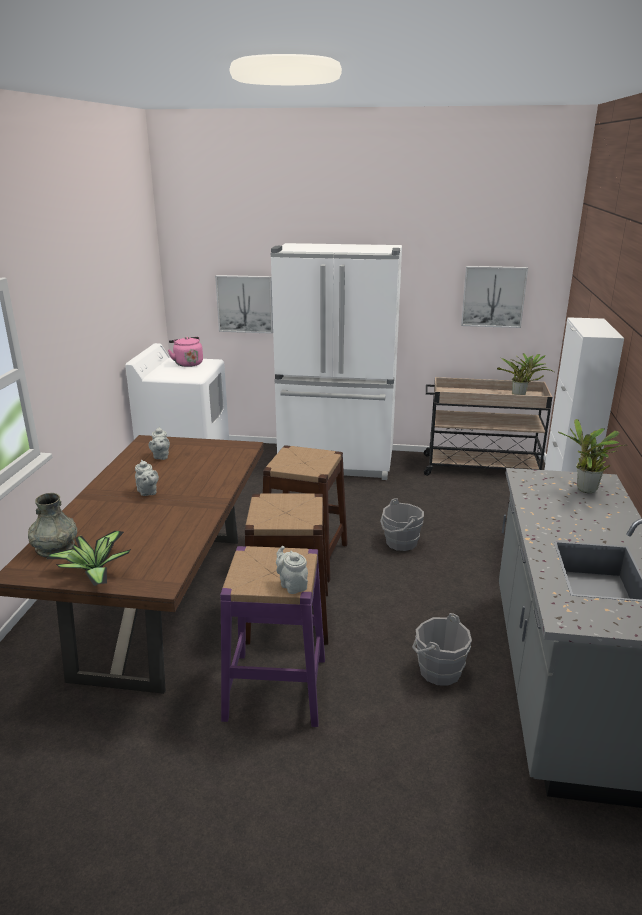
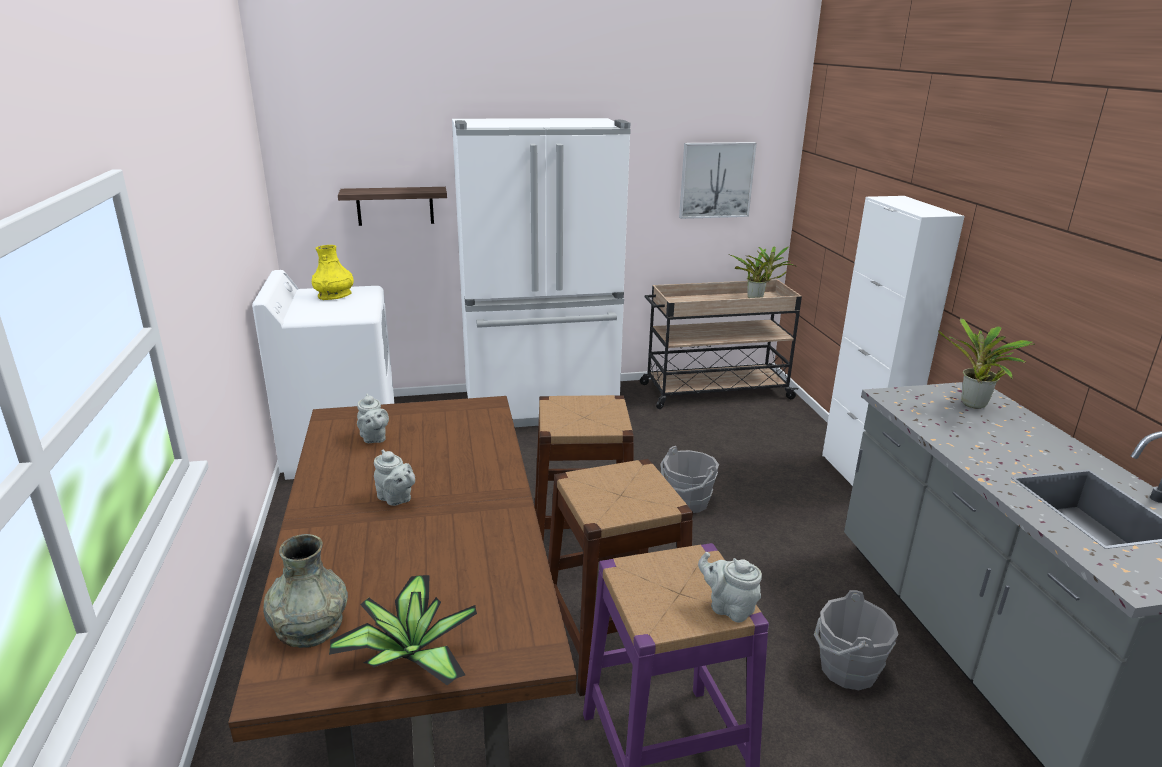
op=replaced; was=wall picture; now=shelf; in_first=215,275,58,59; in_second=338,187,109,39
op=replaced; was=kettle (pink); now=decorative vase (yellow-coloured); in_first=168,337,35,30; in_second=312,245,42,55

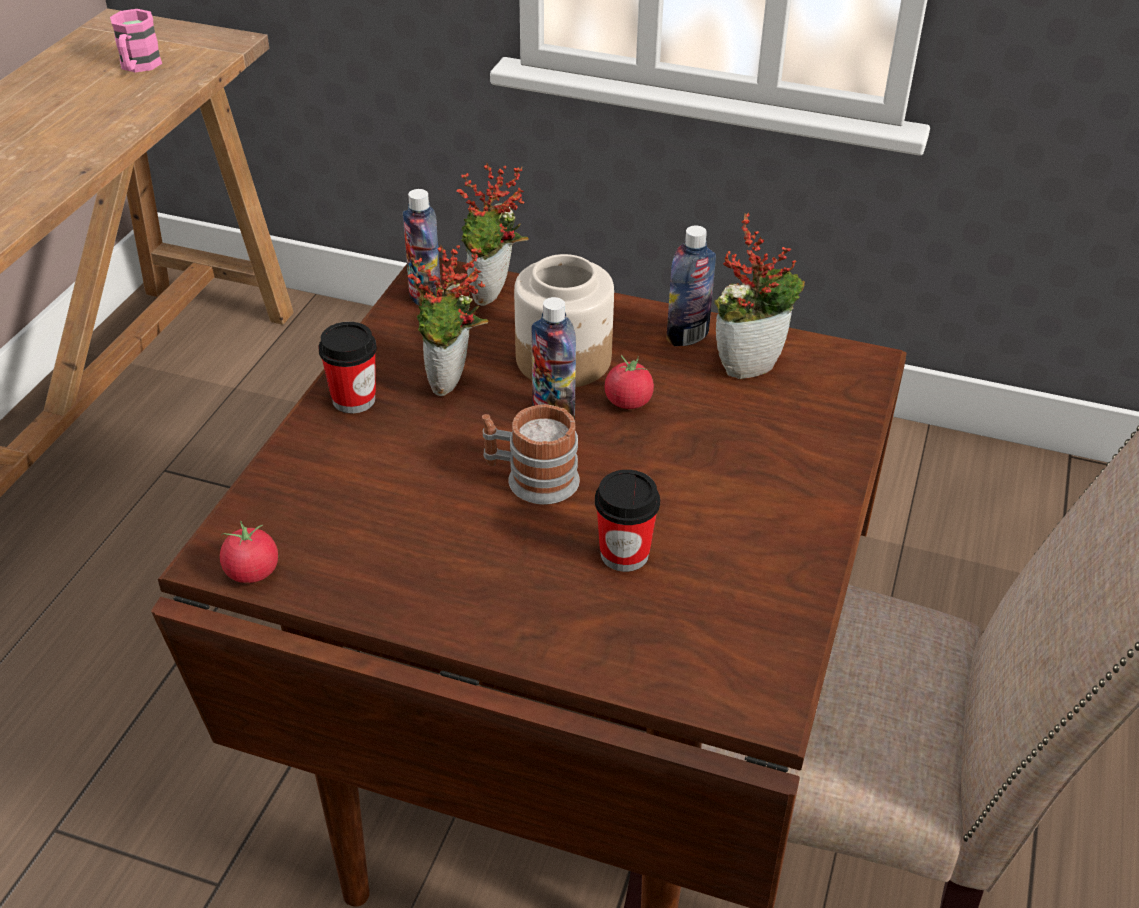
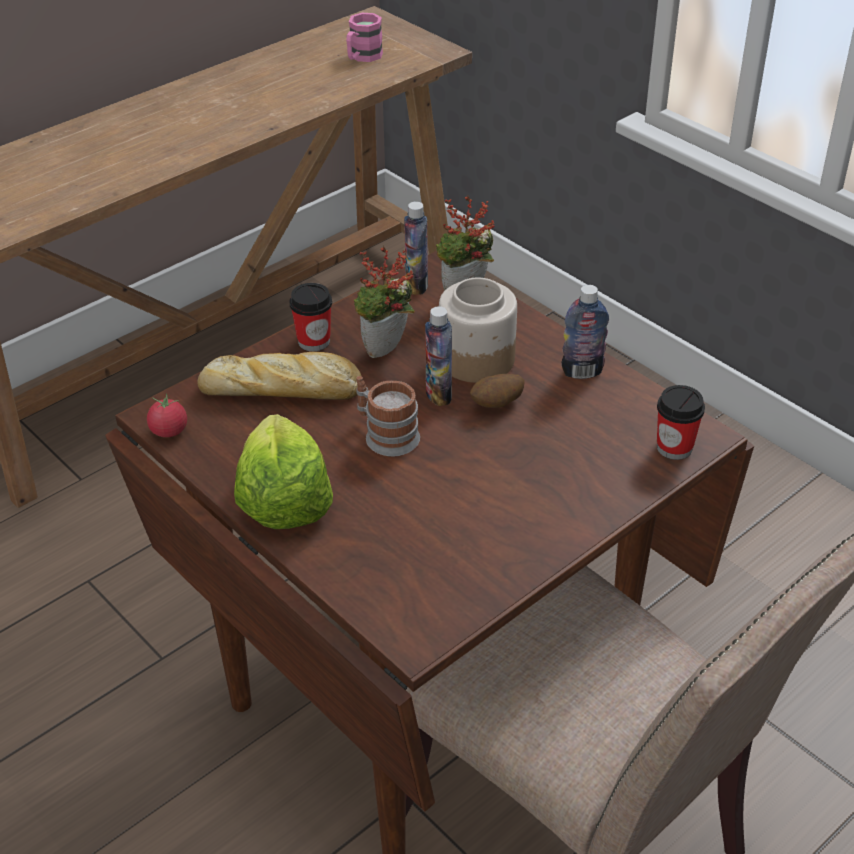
op=removed; was=plant in a pot; in_first=714,213,91,166
op=replaced; was=fresh tomato; now=spud; in_first=604,355,50,54; in_second=470,374,54,34
op=moved; was=cup; in_first=595,470,65,102; in_second=657,385,48,75
op=added; now=bread; in_second=197,352,164,48
op=added; now=lettuce head; in_second=234,414,99,115

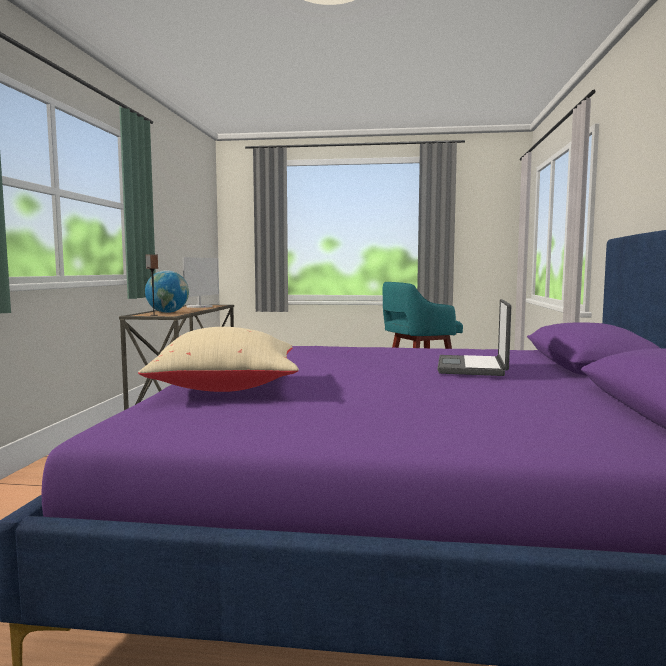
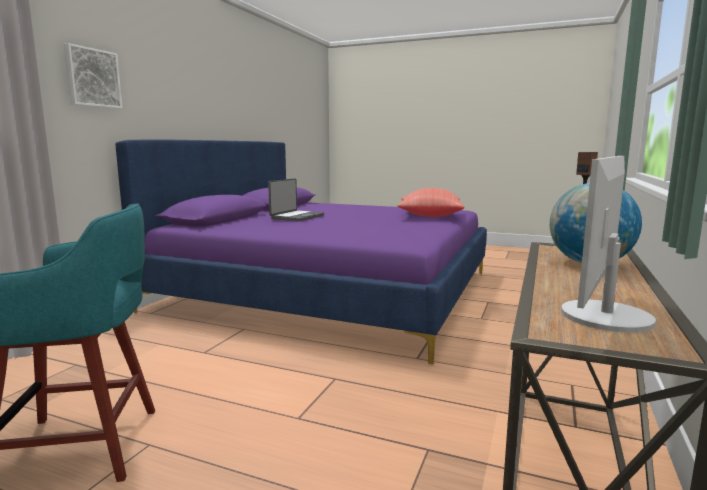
op=recoloured; was=throw pillow (beige-coloured); now=throw pillow (red); in_first=138,327,161,65; in_second=397,188,67,29
op=added; now=wall picture; in_second=64,43,58,66

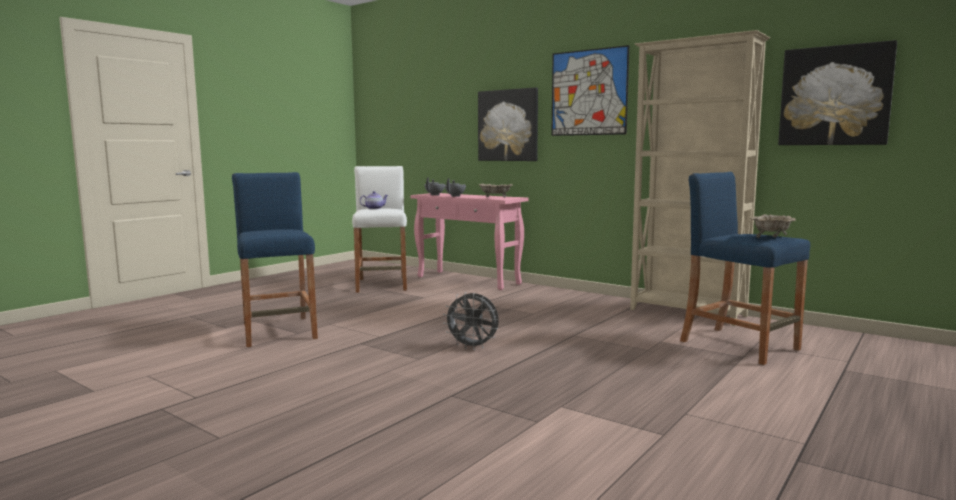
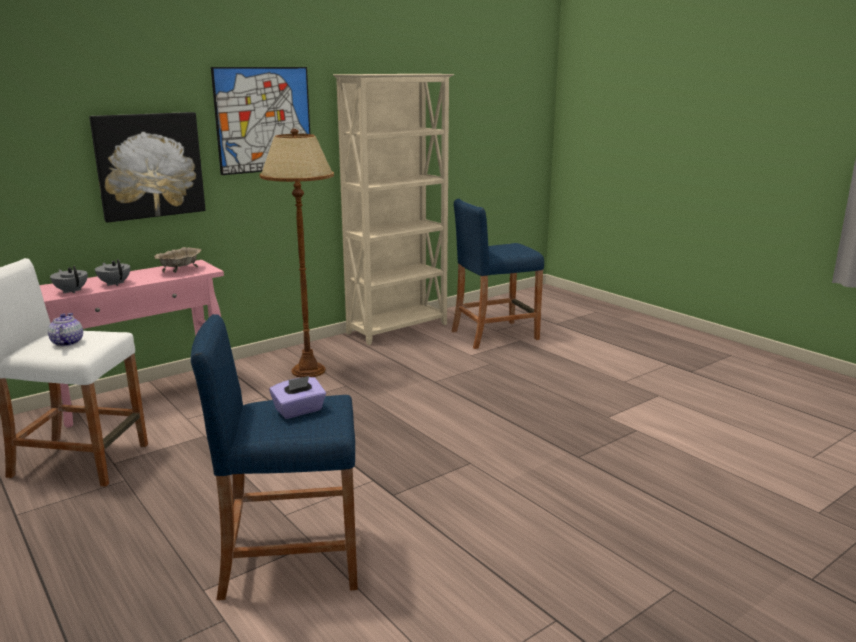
op=removed; was=wall picture; in_first=778,40,119,105
op=removed; was=serving bowl (beige-coloured); in_first=750,214,46,24
op=removed; was=cooling fan (grey); in_first=443,292,56,58
op=added; now=standing lamp (brown-coloured); in_second=259,129,75,248
op=added; now=box of tissues (purplish); in_second=270,376,56,43

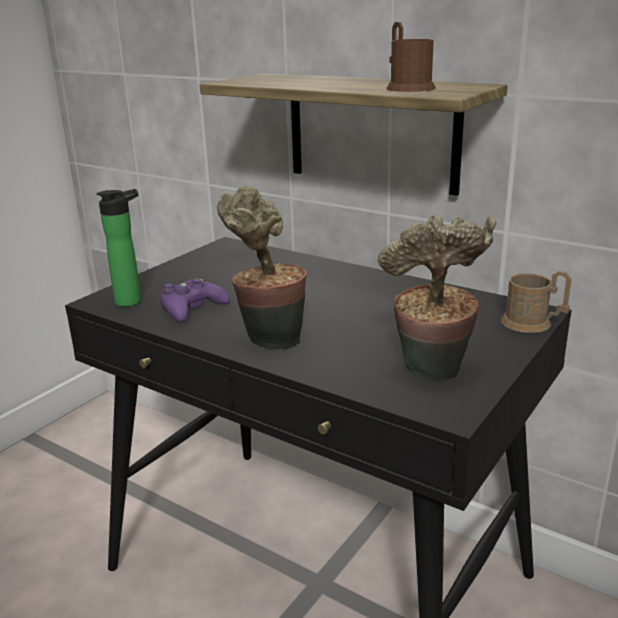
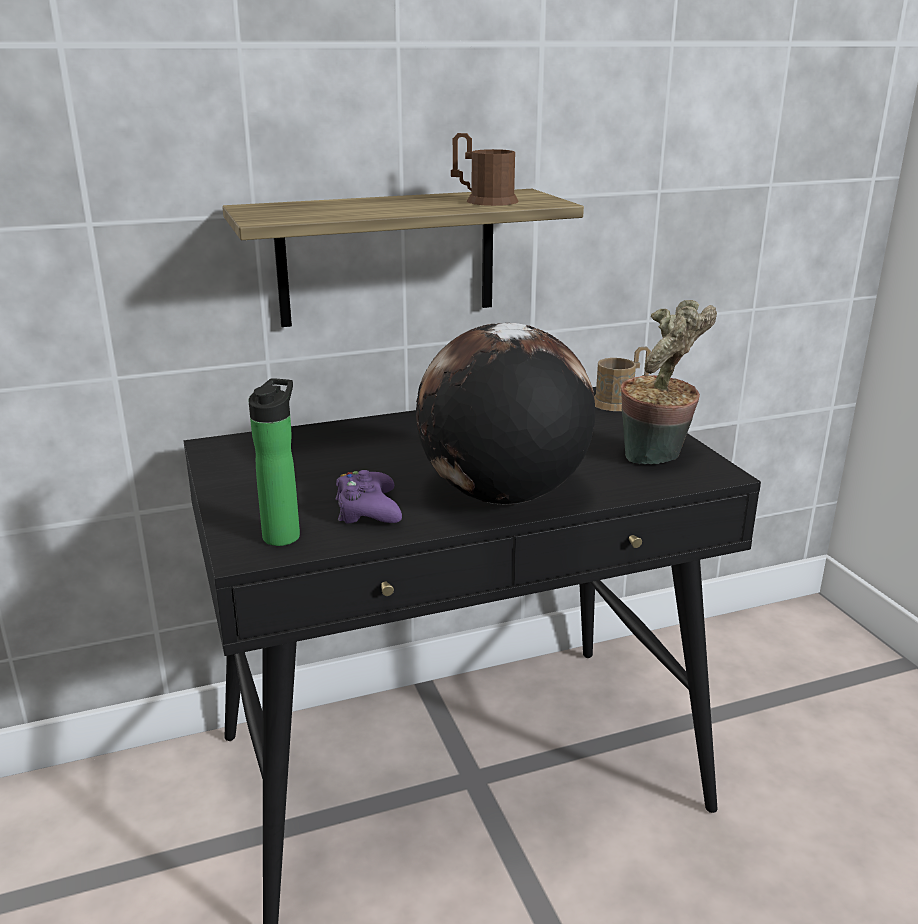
op=replaced; was=plant in a pot; now=world globe; in_first=217,186,90,164; in_second=416,323,179,182

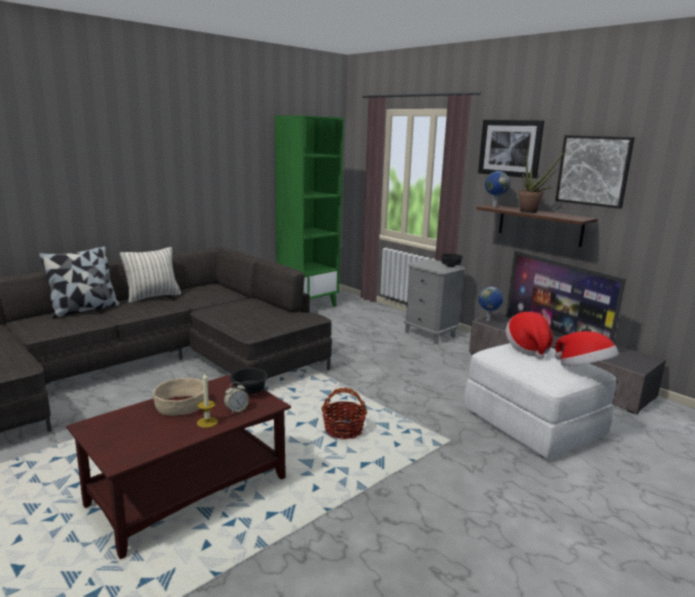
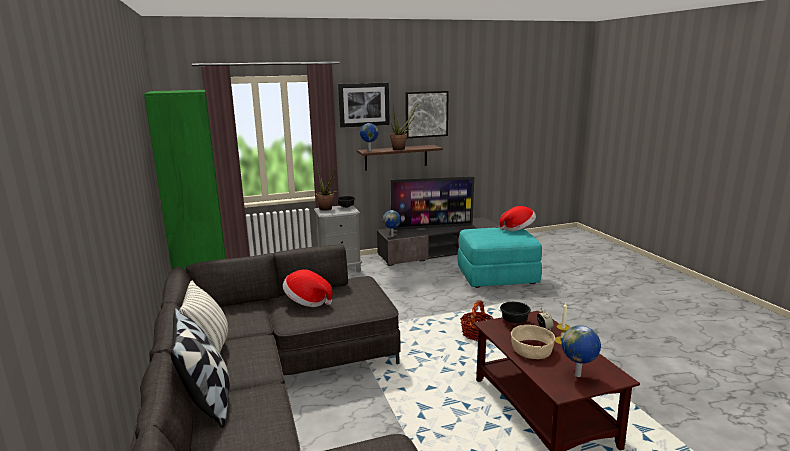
op=moved; was=clothing hat; in_first=506,312,47,47; in_second=283,269,49,38
op=recoloured; was=pouffe (white); now=pouffe (blue-green); in_first=465,343,151,116; in_second=457,227,85,61
op=added; now=plant in a pot; in_second=316,165,21,46
op=added; now=world globe; in_second=562,325,39,52

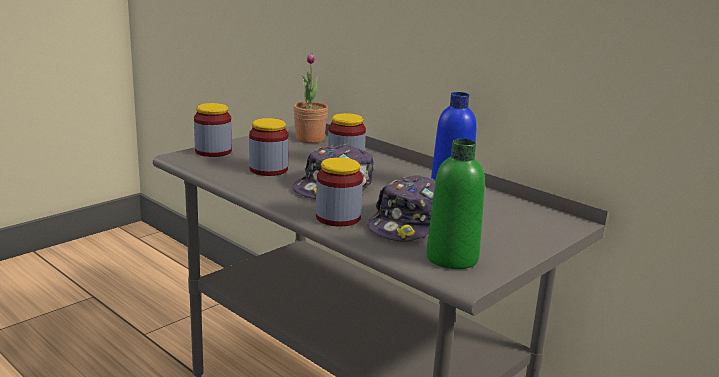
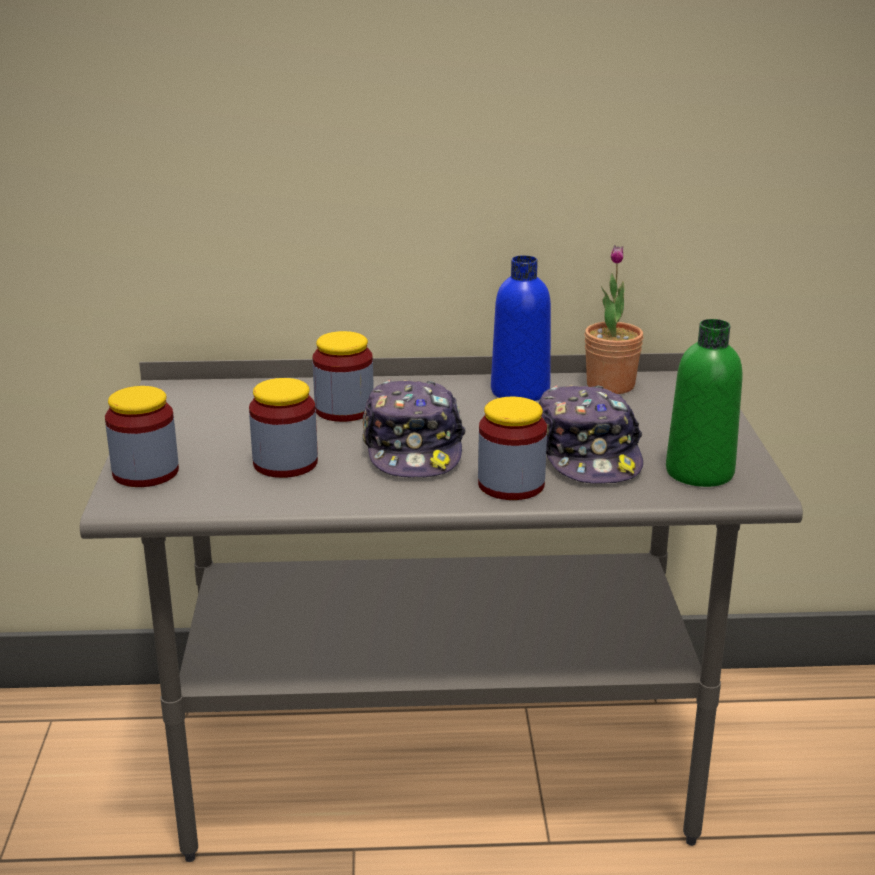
op=moved; was=plant in a pot; in_first=293,53,35,90; in_second=585,245,59,149

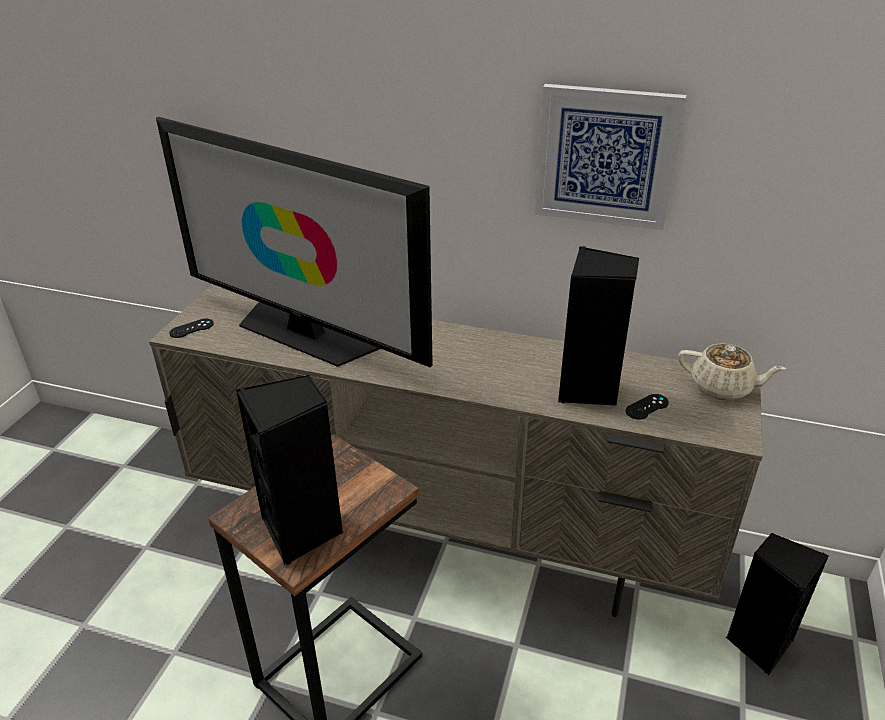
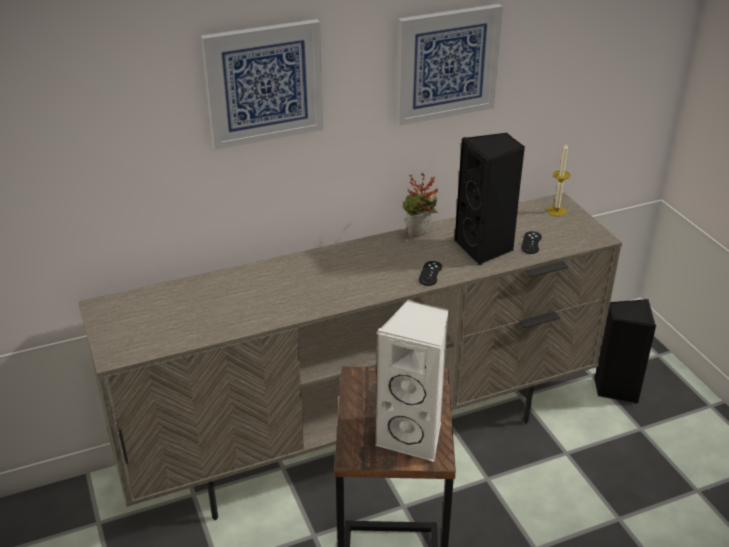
op=removed; was=television; in_first=156,117,277,251
op=moved; was=joypad (blackish); in_first=169,319,45,19; in_second=419,261,23,25
op=replaced; was=teapot (beige-coloured); now=wax candle; in_first=678,343,108,57; in_second=546,144,25,73
op=recoloured; was=loudspeaker (blackish); now=loudspeaker (white); in_first=236,375,107,190; in_second=375,300,73,162
op=added; now=wall picture; in_second=201,19,122,131
op=added; now=plant in a pot; in_second=403,173,35,65

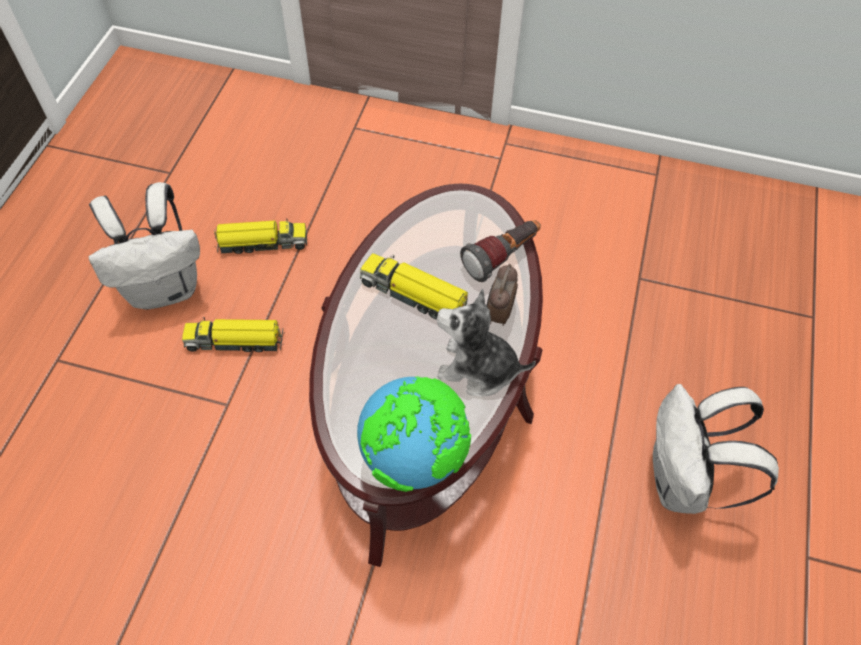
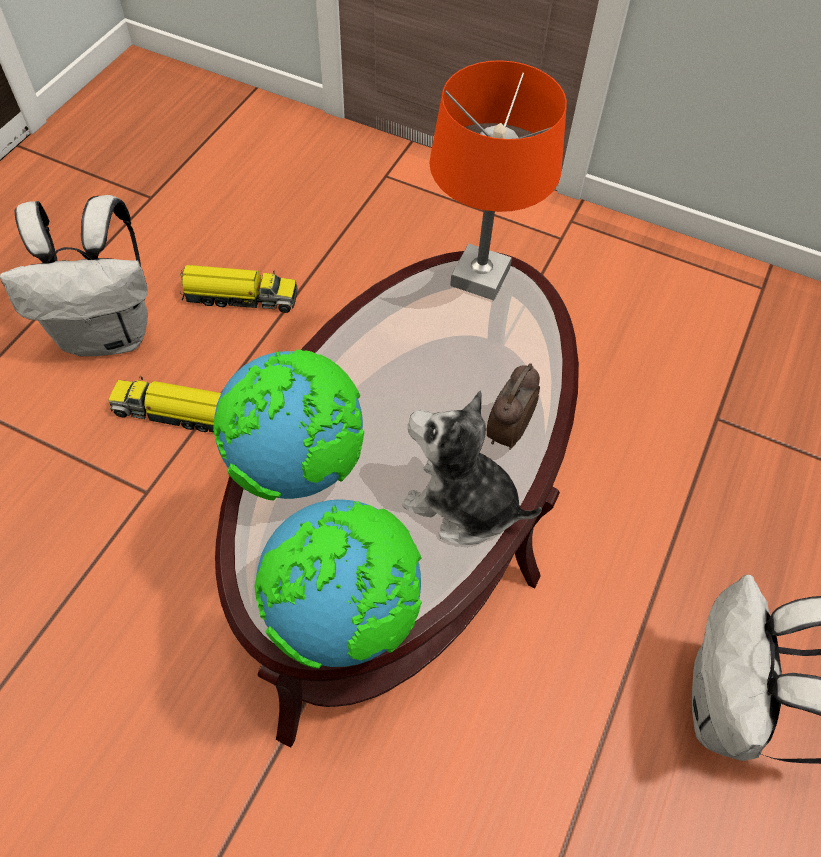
op=removed; was=flashlight; in_first=460,220,81,62
op=removed; was=model truck; in_first=360,253,108,67
op=added; now=lamp for a table (orange); in_second=429,60,138,240
op=added; now=world globe; in_second=213,350,151,151

